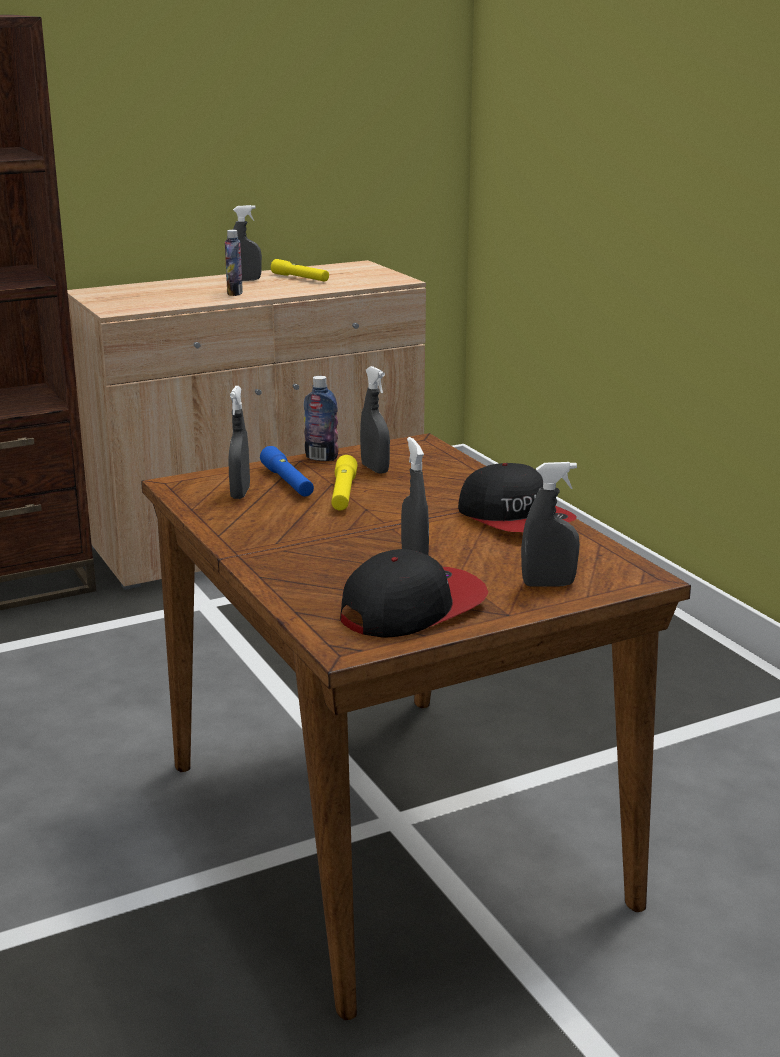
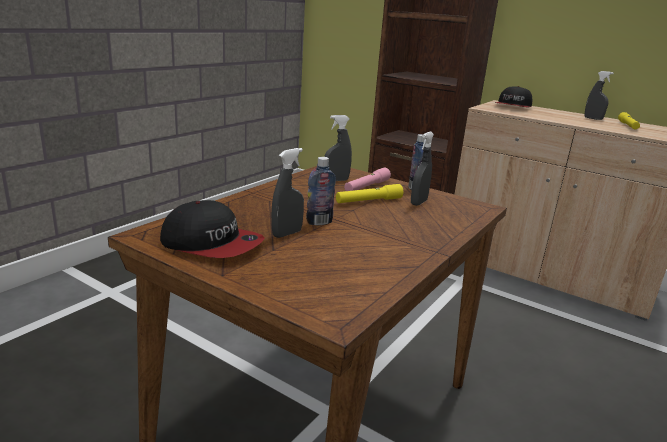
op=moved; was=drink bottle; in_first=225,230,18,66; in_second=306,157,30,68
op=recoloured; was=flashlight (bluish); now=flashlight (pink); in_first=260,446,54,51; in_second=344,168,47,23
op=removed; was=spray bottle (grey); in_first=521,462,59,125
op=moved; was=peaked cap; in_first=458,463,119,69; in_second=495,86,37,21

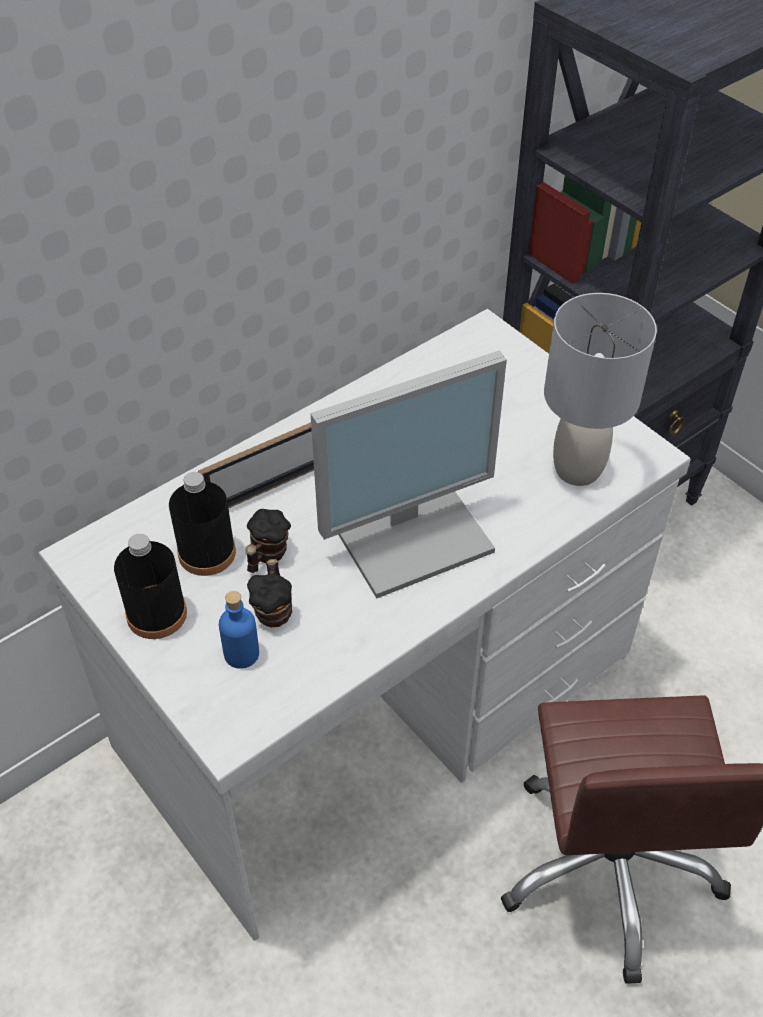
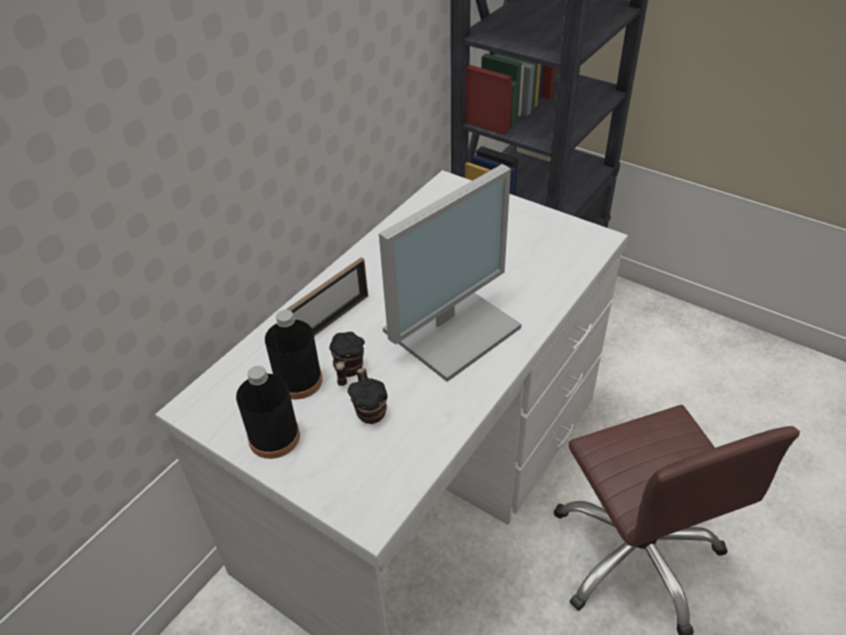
op=removed; was=lamp for a table (grey); in_first=544,293,113,193
op=removed; was=drink bottle (bluish); in_first=219,591,40,78

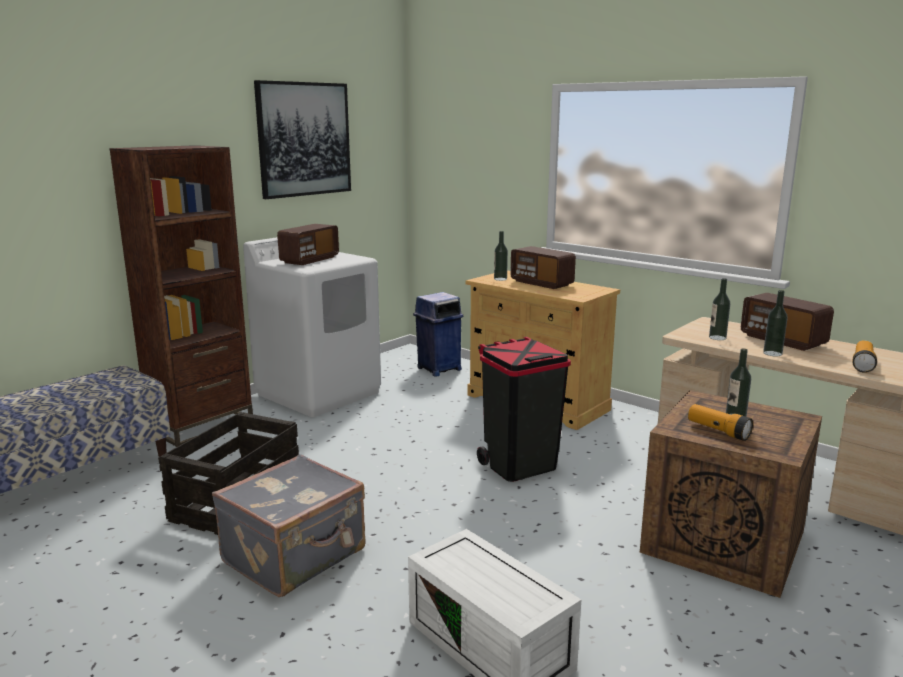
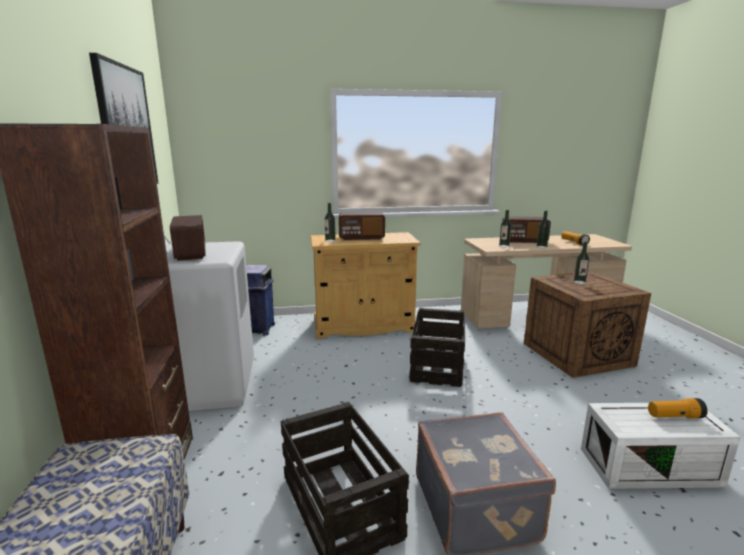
op=replaced; was=waste bin (blackish); now=shipping crate; in_first=477,337,94,145; in_second=409,308,56,79
op=moved; was=flashlight; in_first=688,404,65,37; in_second=648,398,60,20

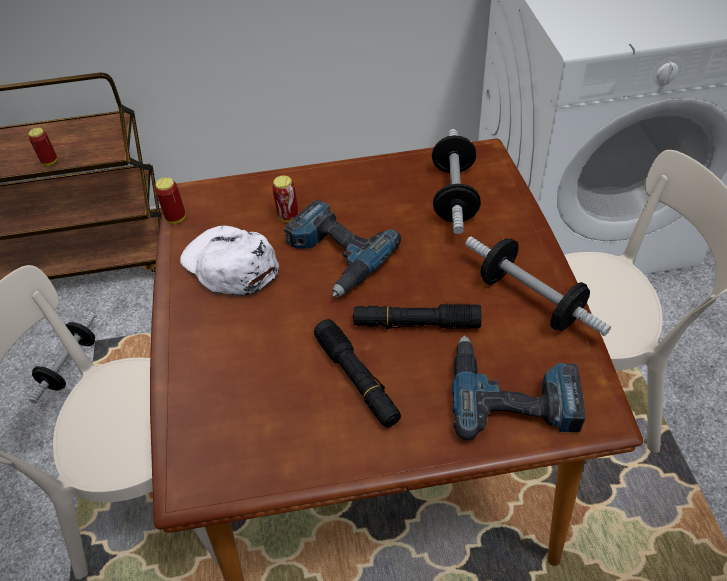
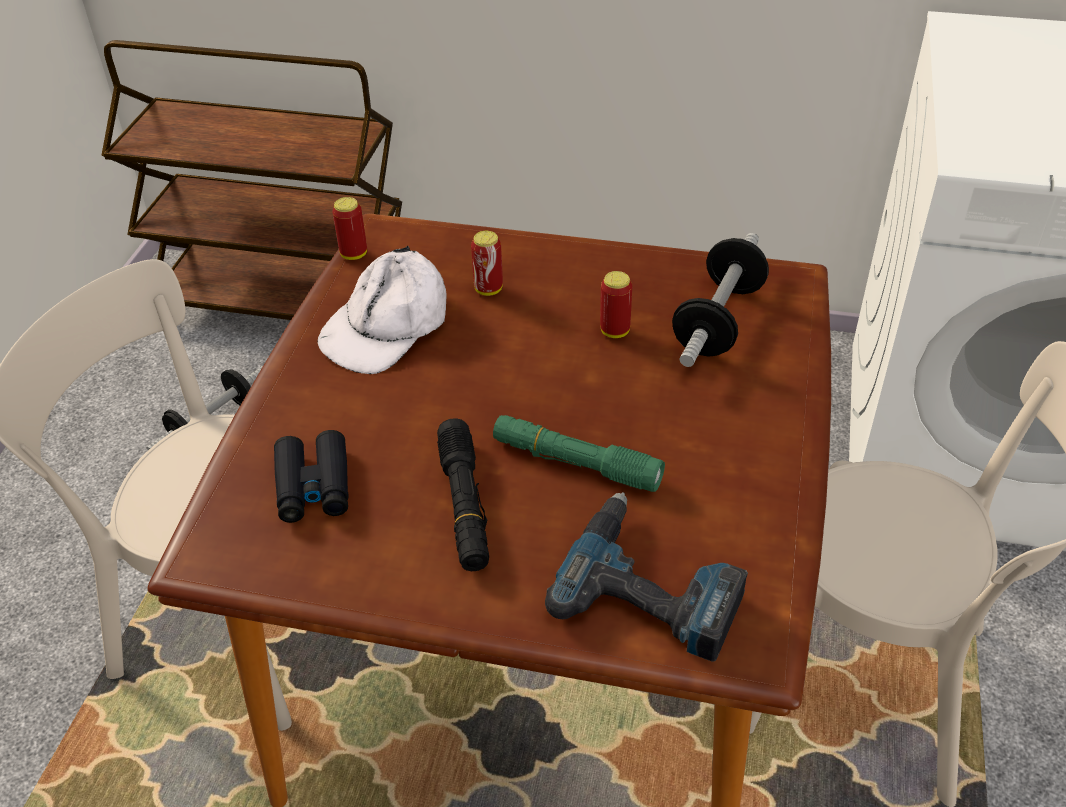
op=moved; was=can; in_first=29,128,28,37; in_second=600,271,32,67
op=removed; was=power drill; in_first=284,199,117,98
op=turned; was=peaked cap (white); in_first=180,225,99,70; in_second=318,246,129,128; clockwise=-120
op=removed; was=free weight; in_first=465,237,146,99
op=recoloured; was=flashlight (blackish); now=flashlight (green); in_first=353,303,129,26; in_second=493,415,172,77
op=added; now=field glasses (blackish); in_second=274,430,74,93

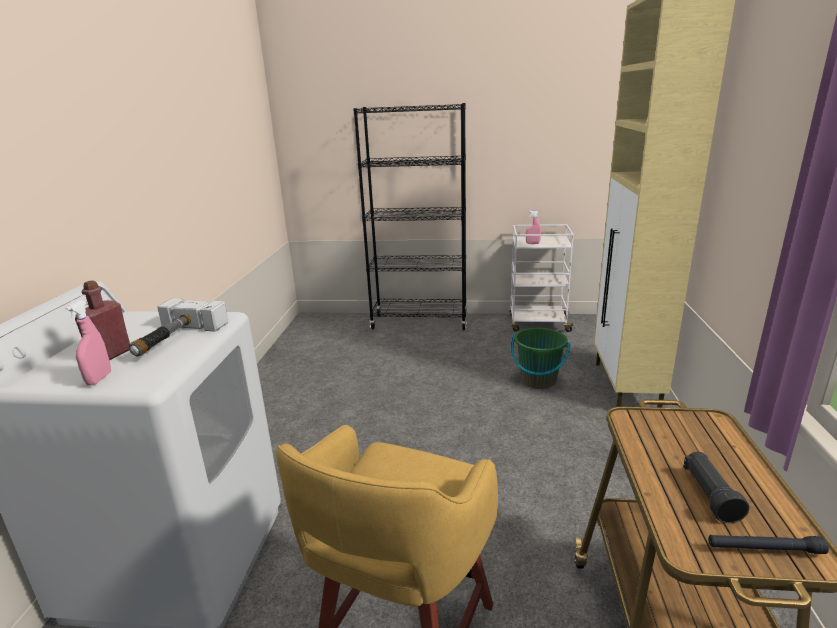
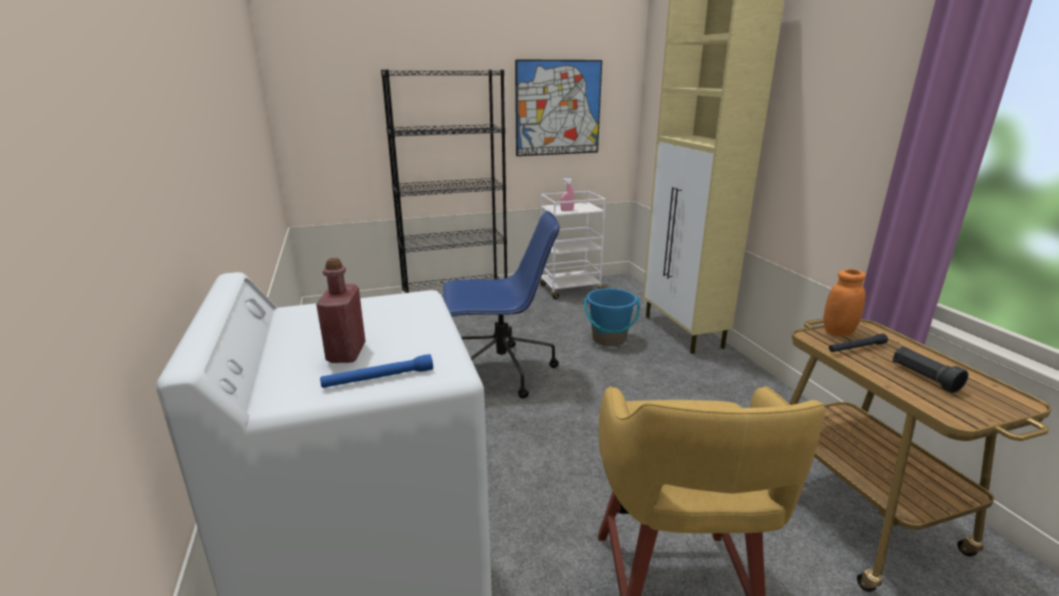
op=removed; was=hammer; in_first=129,298,99,59
op=replaced; was=spray bottle (pink); now=flashlight (bluish); in_first=65,300,46,85; in_second=320,354,113,34
op=recoloured; was=pail (green); now=pail (bluish); in_first=511,328,60,61; in_second=584,288,56,58
op=moved; was=flashlight (blackish); in_first=708,535,121,19; in_second=829,334,59,18
op=added; now=wall picture; in_second=515,59,87,97
op=added; now=desk chair (bluish); in_second=443,211,117,188
op=added; now=preserve jar (orange); in_second=823,269,43,67

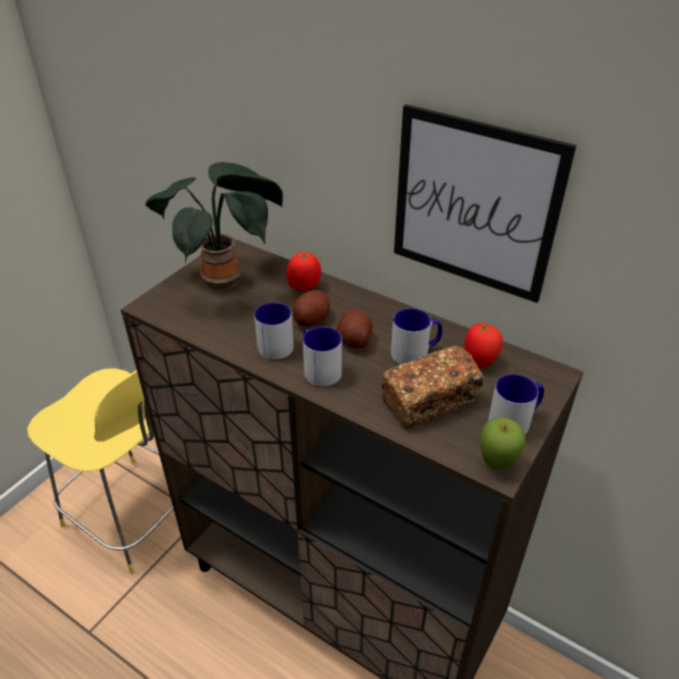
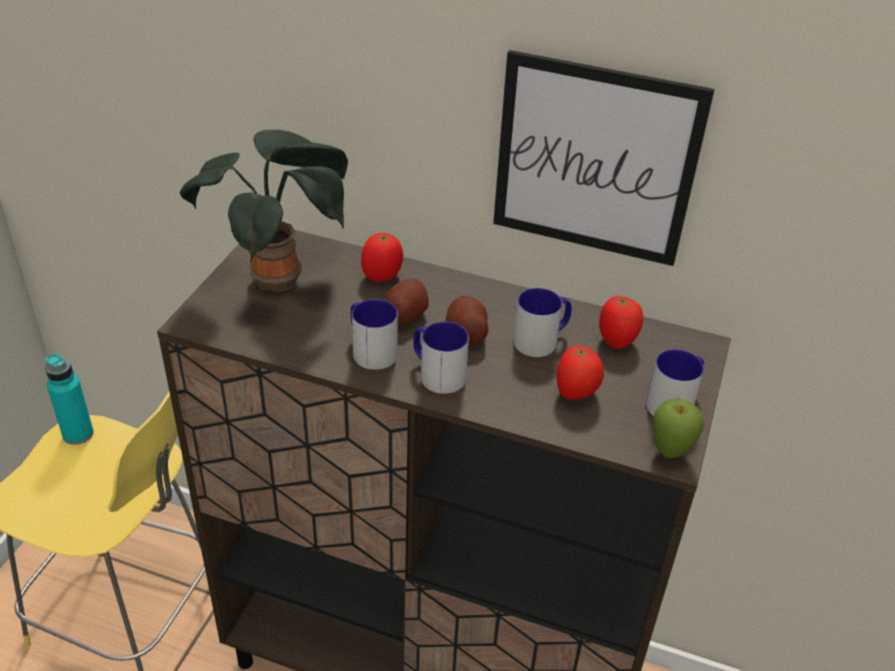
op=replaced; was=bread; now=fresh tomato; in_first=381,346,103,83; in_second=557,346,47,54
op=added; now=drink bottle (blue-green); in_second=45,353,49,92

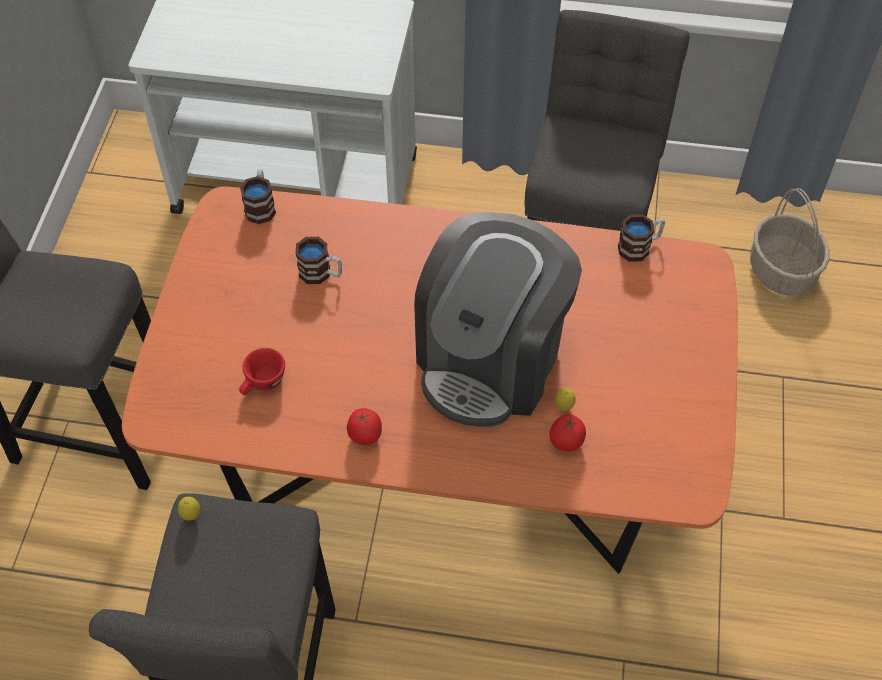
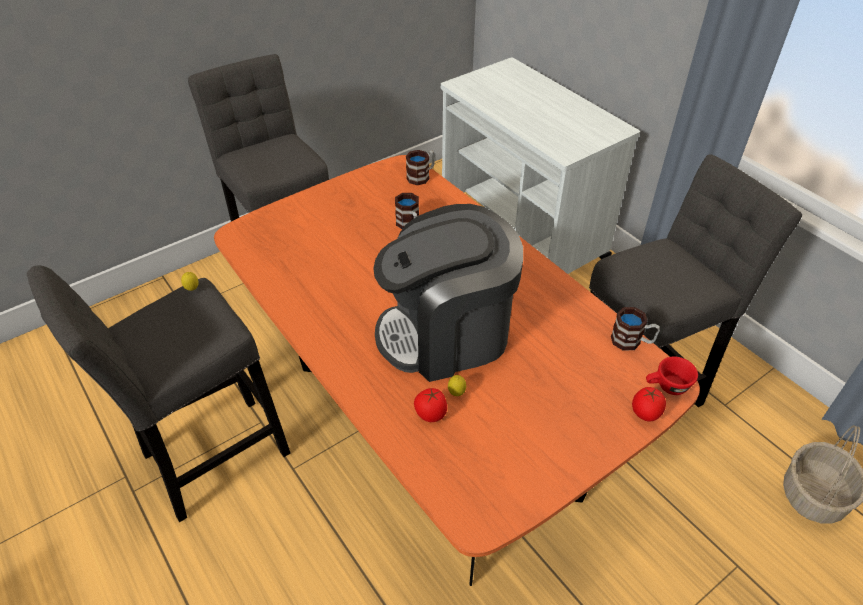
op=moved; was=cup (red); in_first=239,348,46,47; in_second=646,357,52,38
op=moved; was=fresh tomato; in_first=347,408,35,37; in_second=632,387,34,34

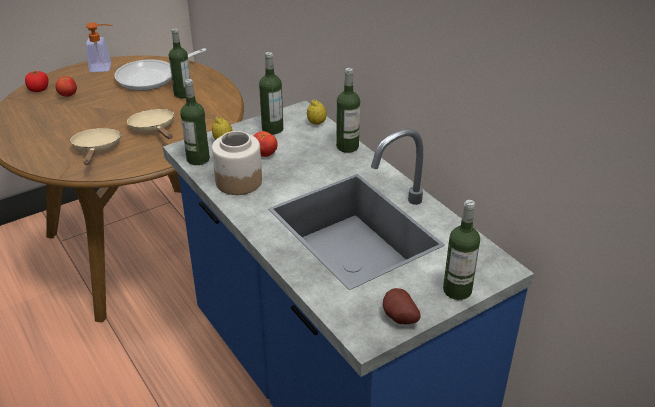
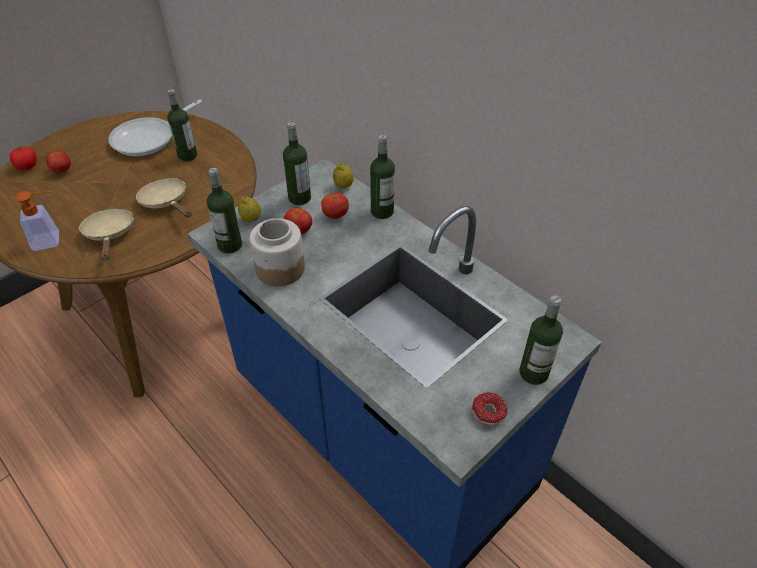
op=moved; was=liquid soap bottle; in_first=86,22,27,50; in_second=15,191,44,60
op=replaced; was=spud; now=ring doughnut; in_first=383,288,38,36; in_second=472,392,36,33
op=added; now=fresh tomato; in_second=321,193,28,26

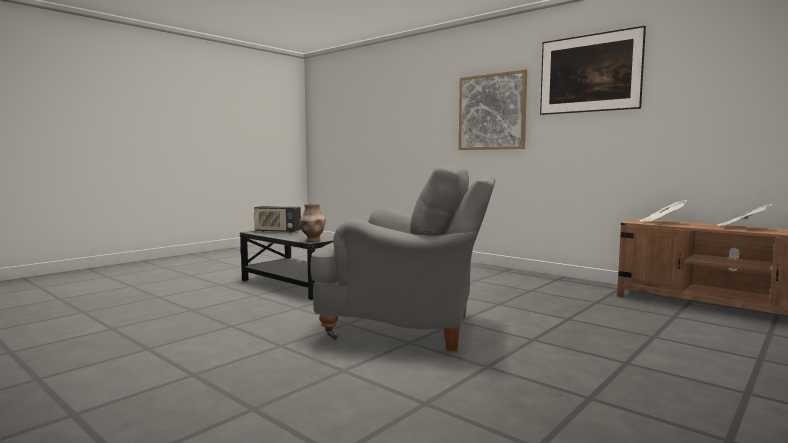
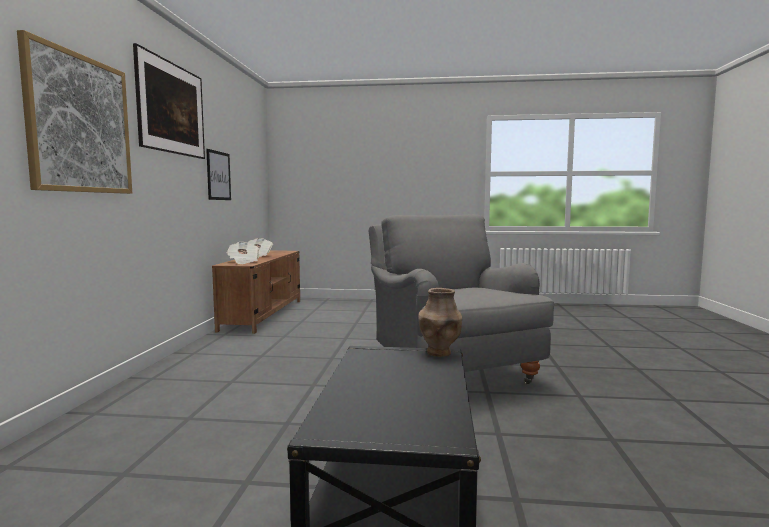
op=removed; was=radio receiver; in_first=253,206,48,27
op=added; now=wall picture; in_second=206,149,25,51

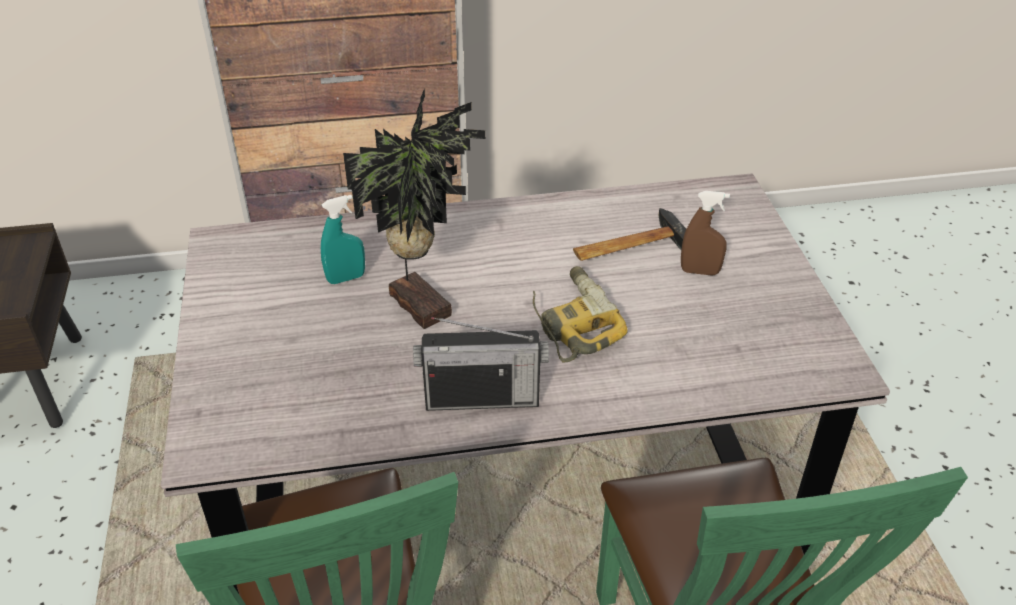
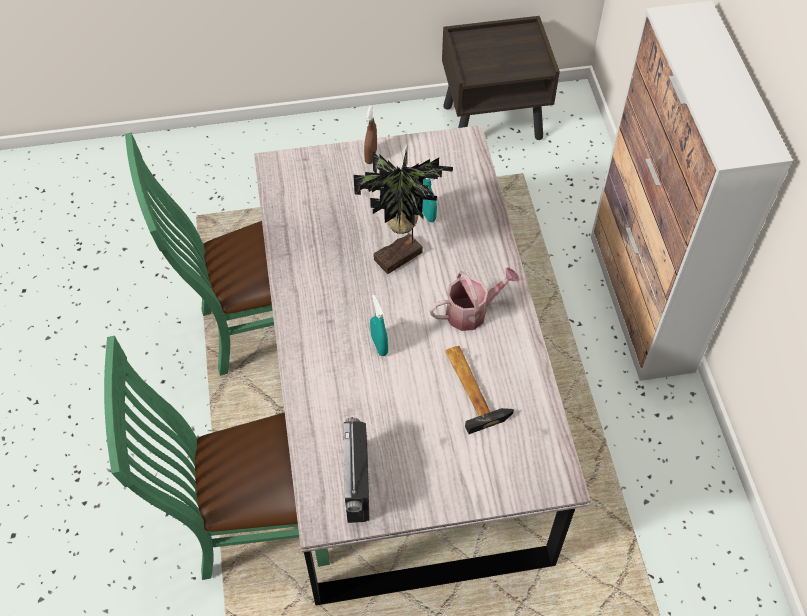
op=moved; was=spray bottle (brown-coloured); in_first=681,191,49,85; in_second=364,105,13,59
op=replaced; was=power drill; now=spray bottle (blue-green); in_first=533,266,95,97; in_second=370,295,18,61
op=moved; was=radio receiver; in_first=413,317,136,94; in_second=344,417,25,106
op=added; now=watering can; in_second=430,267,90,64

